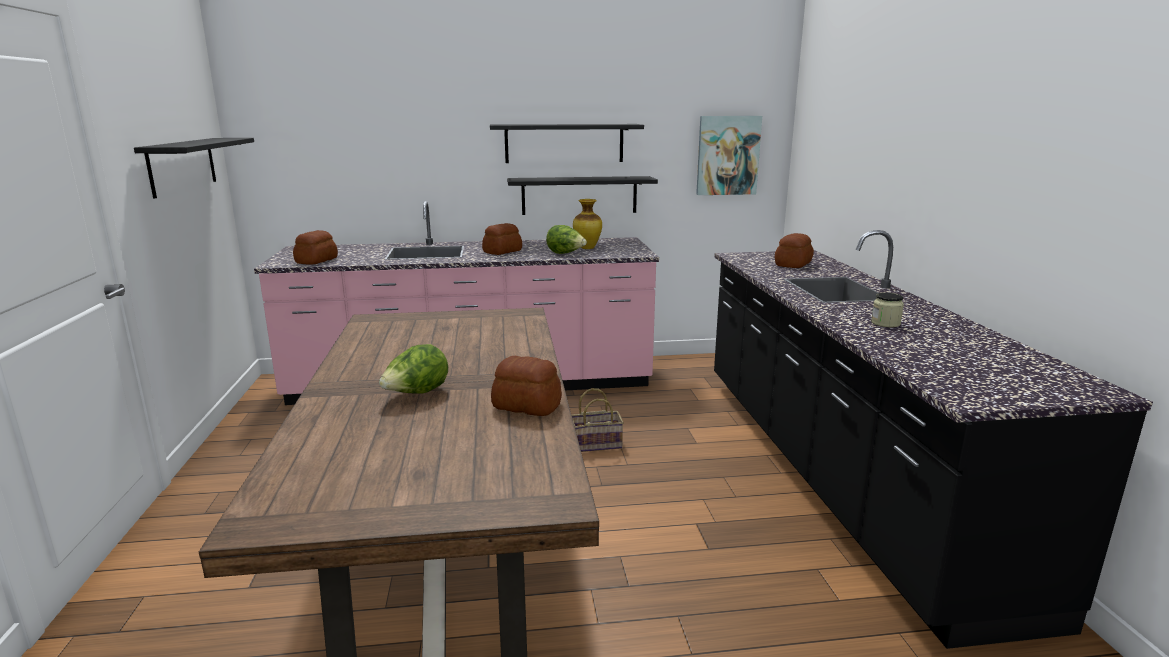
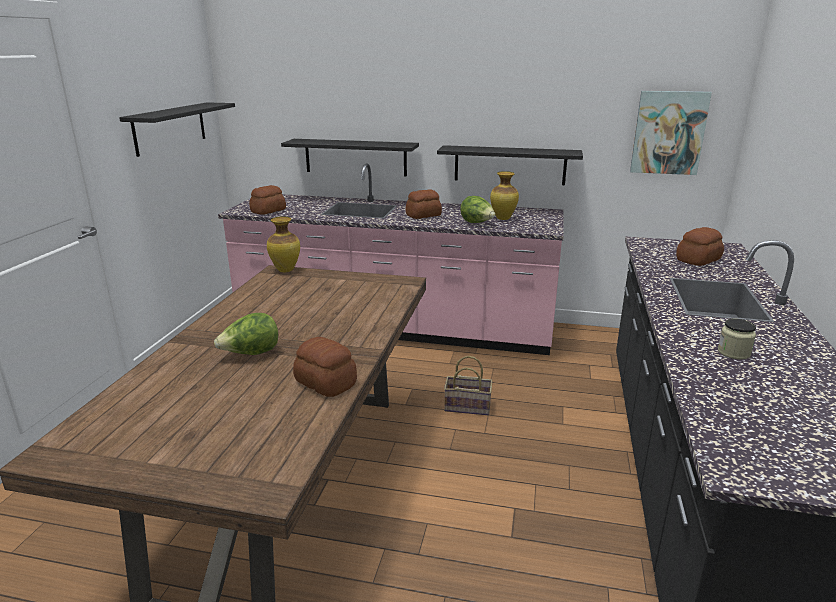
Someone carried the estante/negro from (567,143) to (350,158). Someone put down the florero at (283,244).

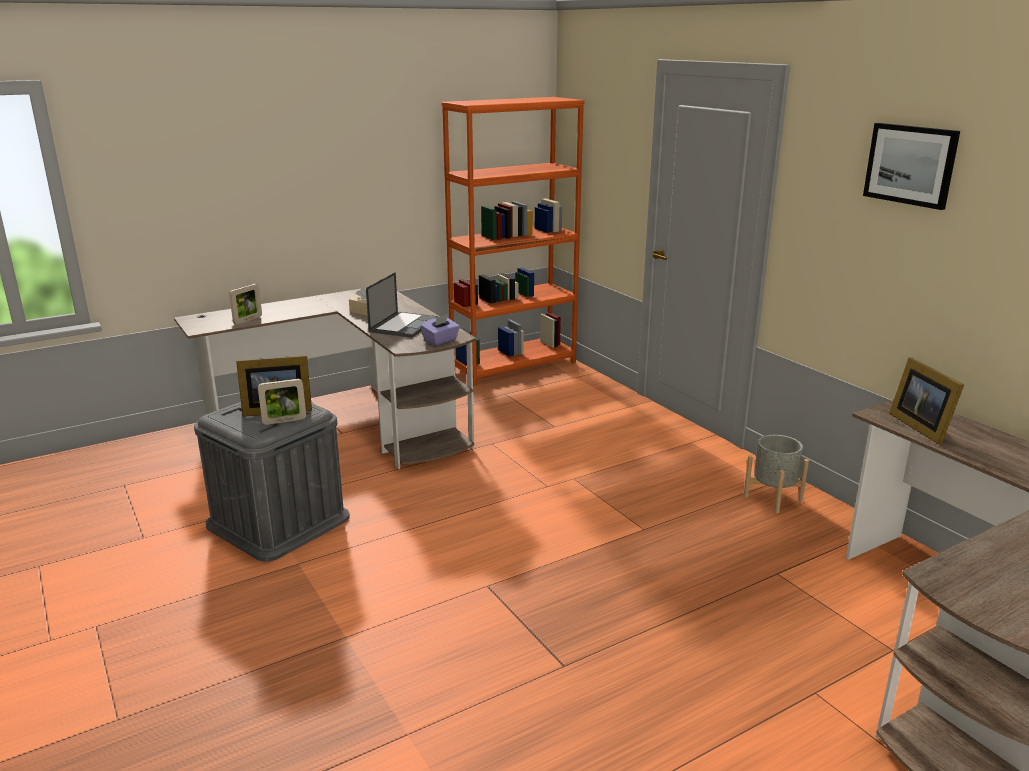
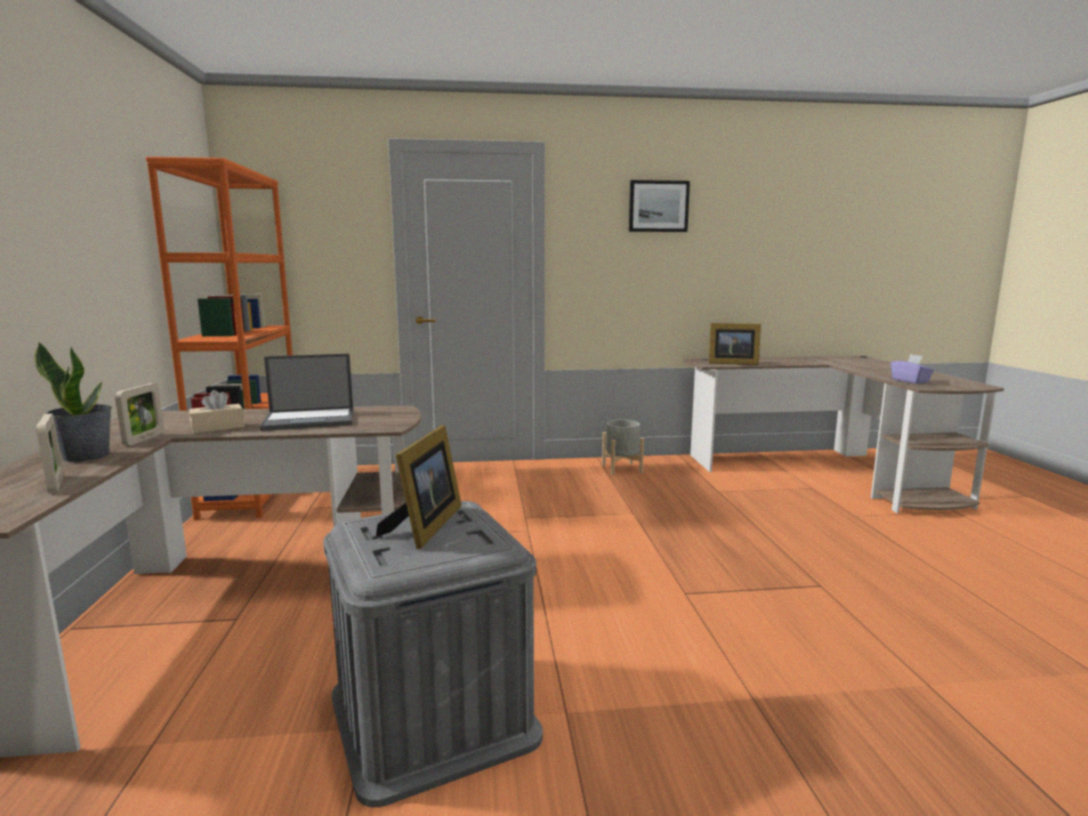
Someone carried the portarretratos from (282,402) to (139,414). Someone rotated the portátil at (402,305) by 120 degrees clockwise. Someone carried the caja de pañuelos/morado from (440,329) to (912,369). Someone put down the planta en maceta at (73,401).

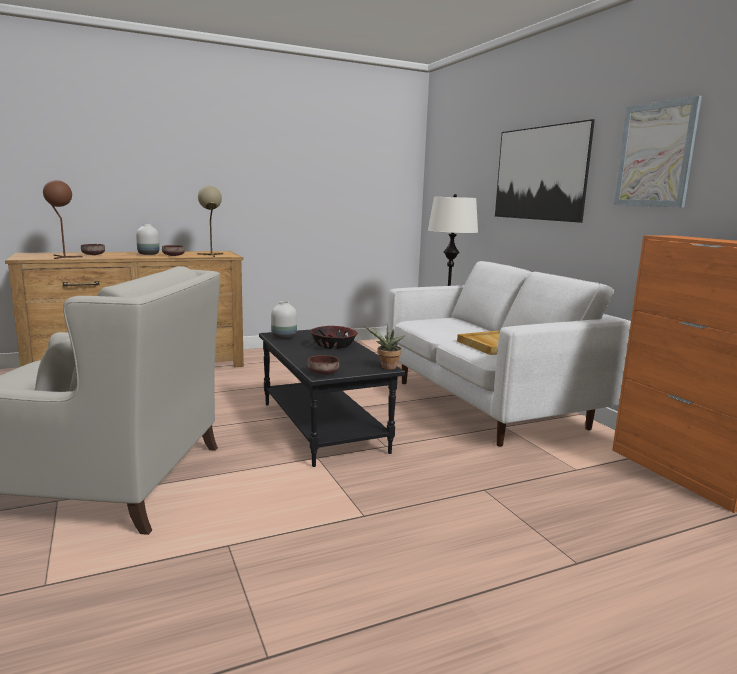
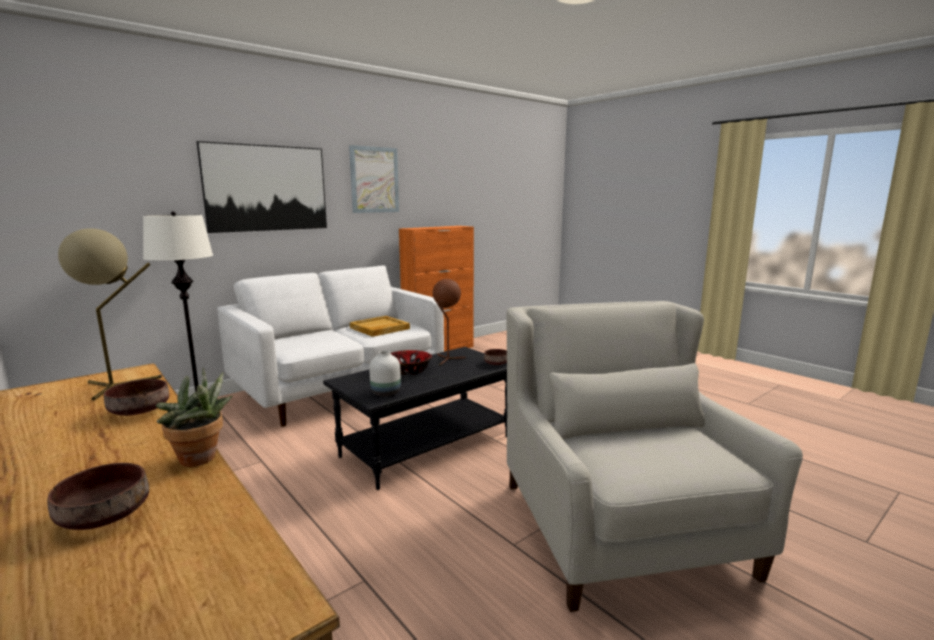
Someone carried the lámpara de mesa/marrón from (63,219) to (449,322). Someone took away the florero/blanco at (147,239). Someone carried the planta en maceta from (385,347) to (194,417).

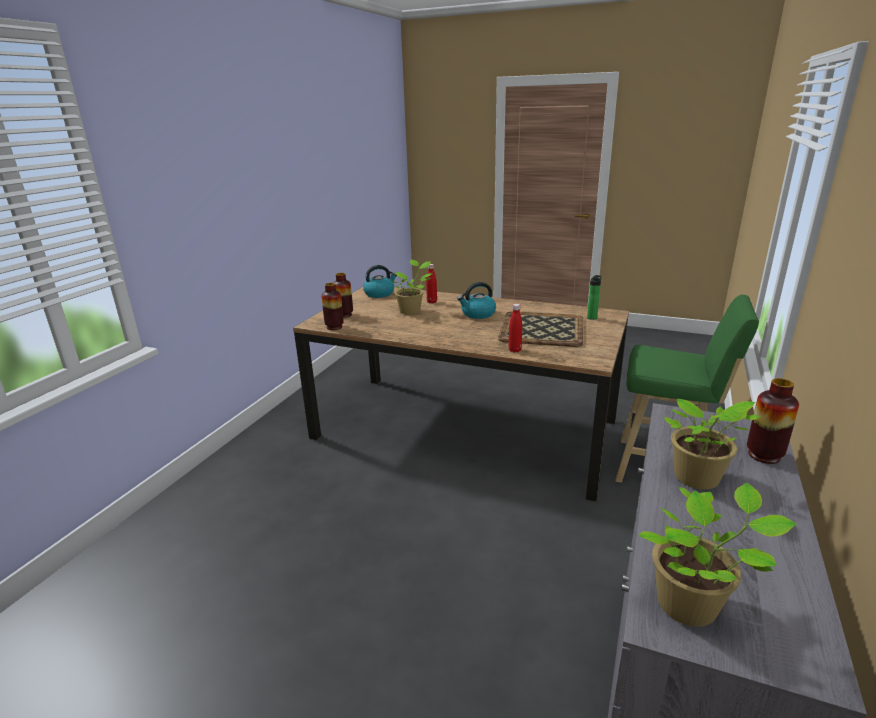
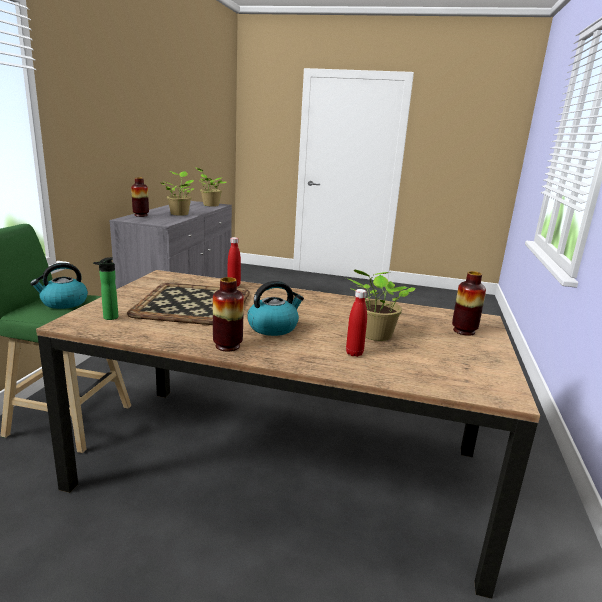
Someone carried the florero from (332,306) to (228,314). Someone carried the hervidor from (380,281) to (59,286).

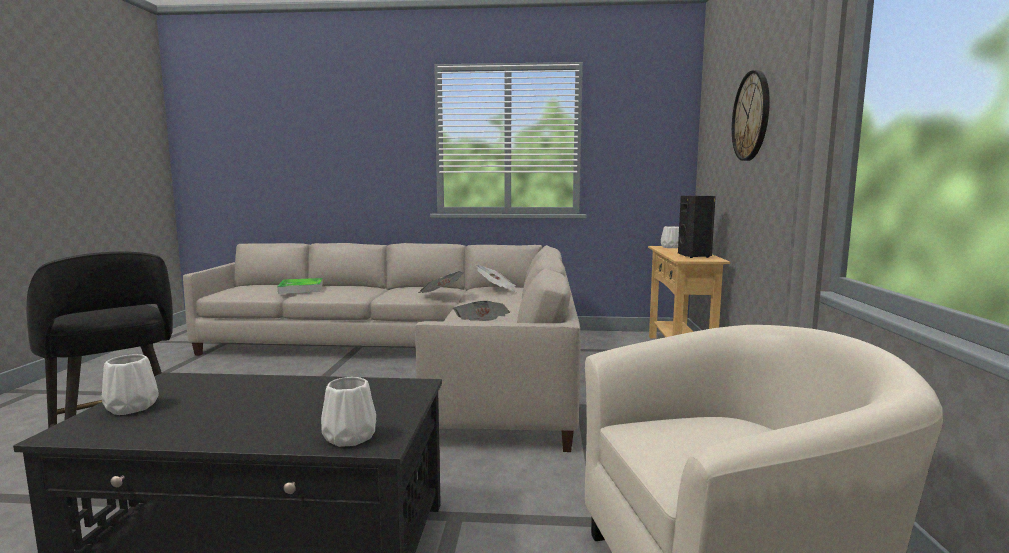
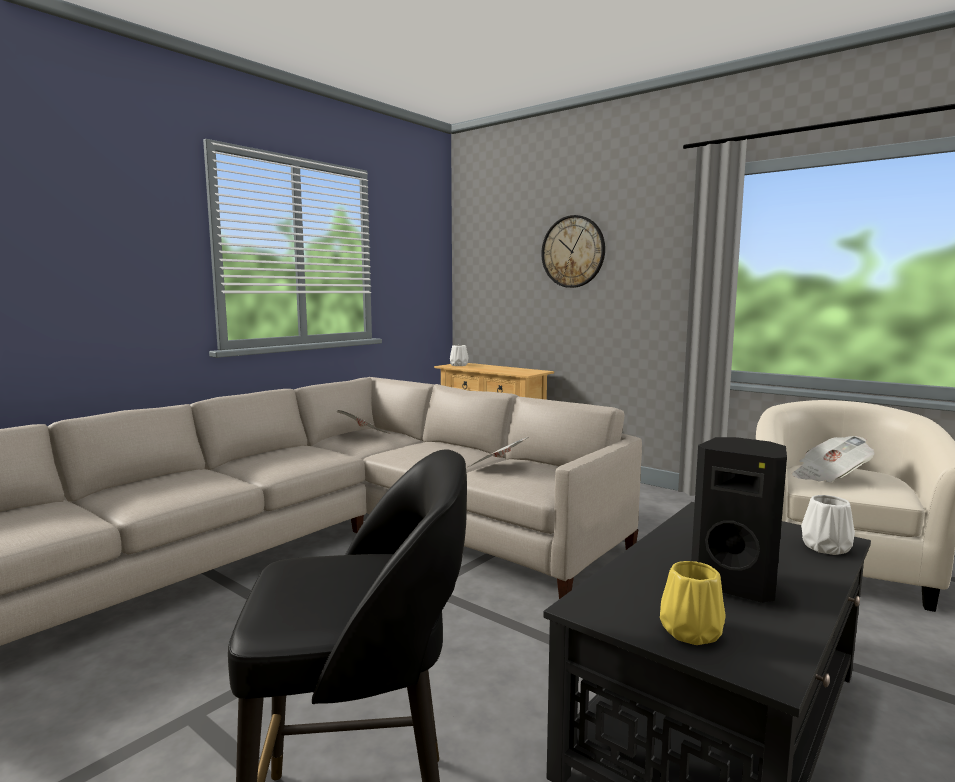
Someone repainted the florero/blanco at (130,384), which became the florero/amarillo at (693,603). Someone took away the bandeja at (300,286). Someone carried the periódico from (441,282) to (833,459). Someone carried the altavoz/negro from (697,227) to (739,520).

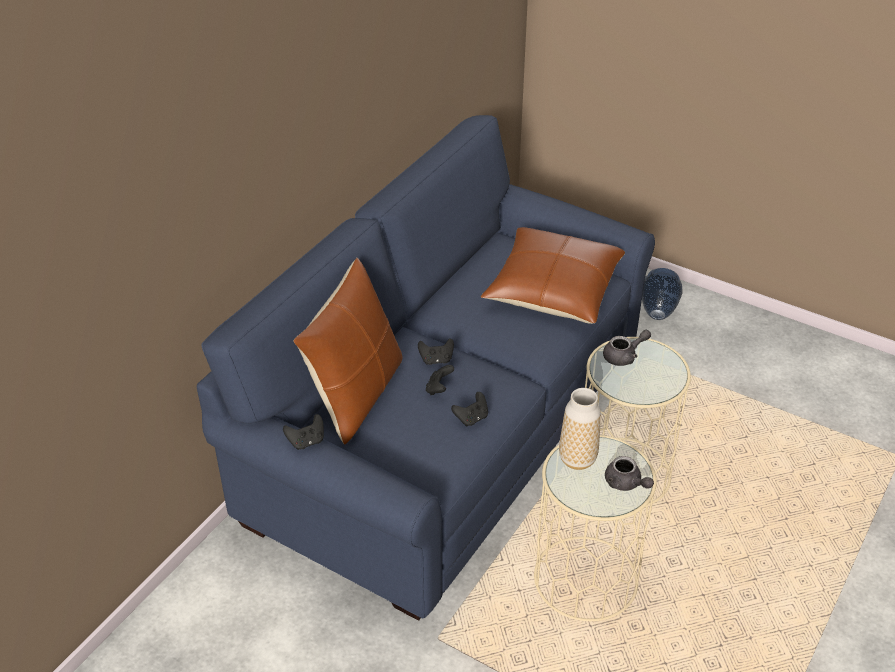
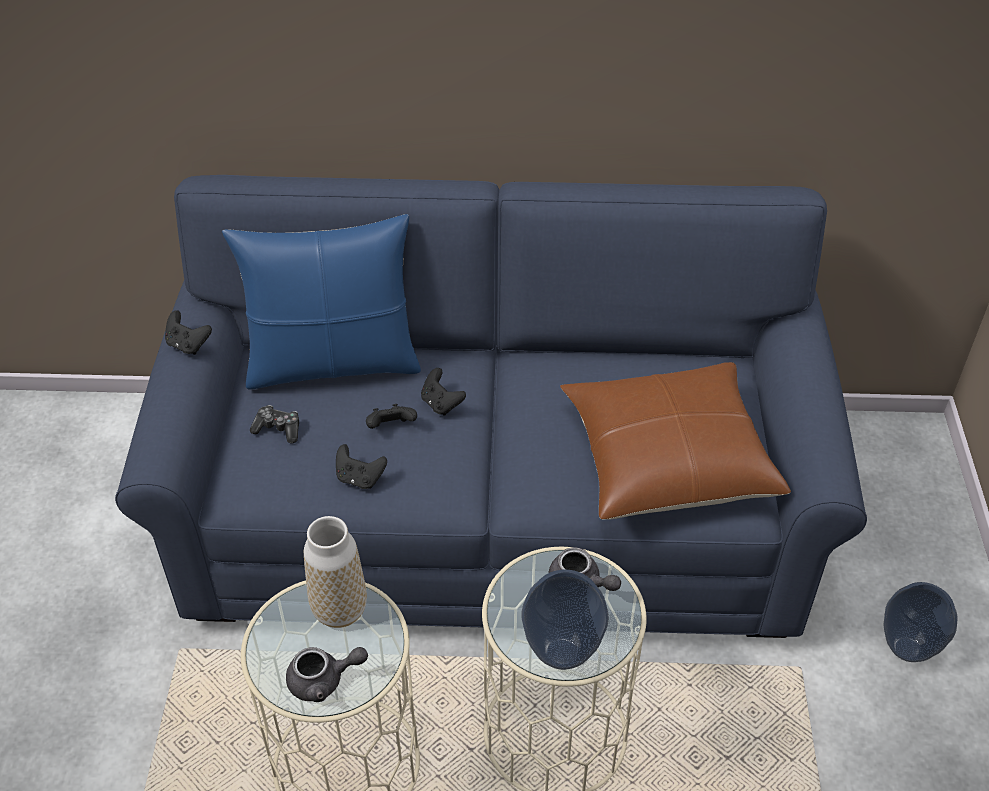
Someone repainted the cojín/marrón at (348,351), which became the cojín/azul at (321,301). Someone rotated the tetera/gris at (629,473) by 120 degrees counterclockwise. Someone put down the mando de consola at (274,424). Someone put down the florero at (565,620).

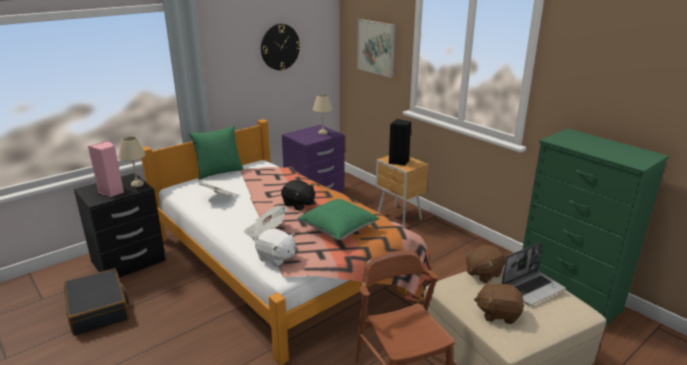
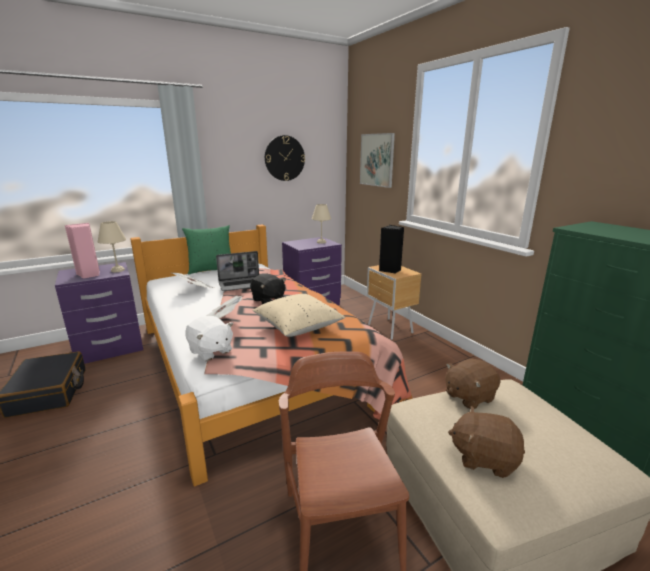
Someone repainted the mesita de noche/negro at (119,225), which became the mesita de noche/morado at (99,313). Someone repainted the cojín/verde at (338,219), which became the cojín/beis at (298,315). Someone carried the portátil from (533,274) to (237,271).

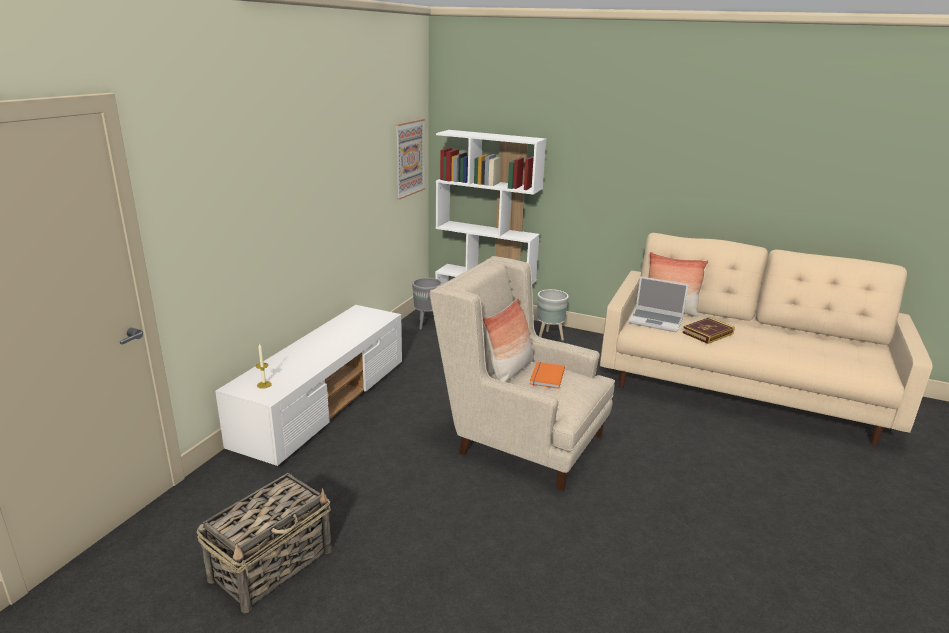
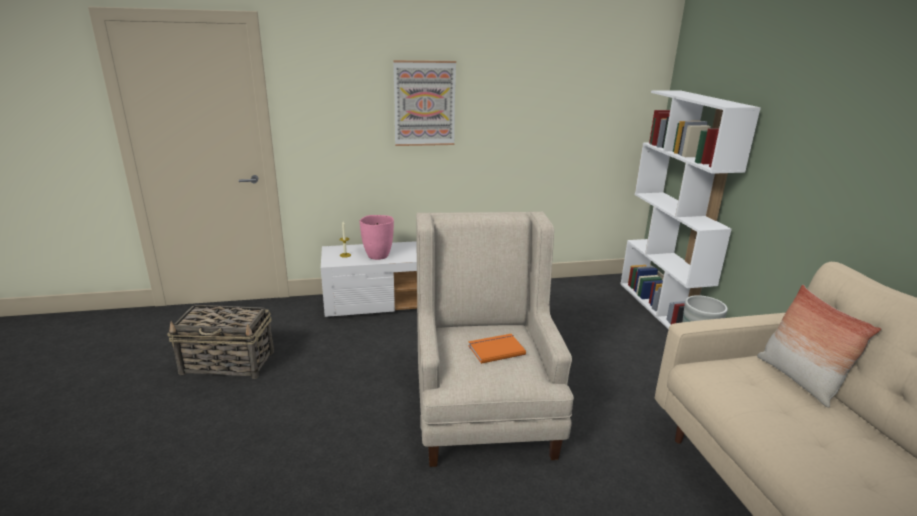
Someone carried the cuadro from (410,159) to (424,103). Someone took away the maceta/gris at (427,303). Someone took away the cojín at (508,340). Someone took away the portátil at (658,304). Someone took away the libro at (709,330). Someone put down the florero/rosa at (377,237).

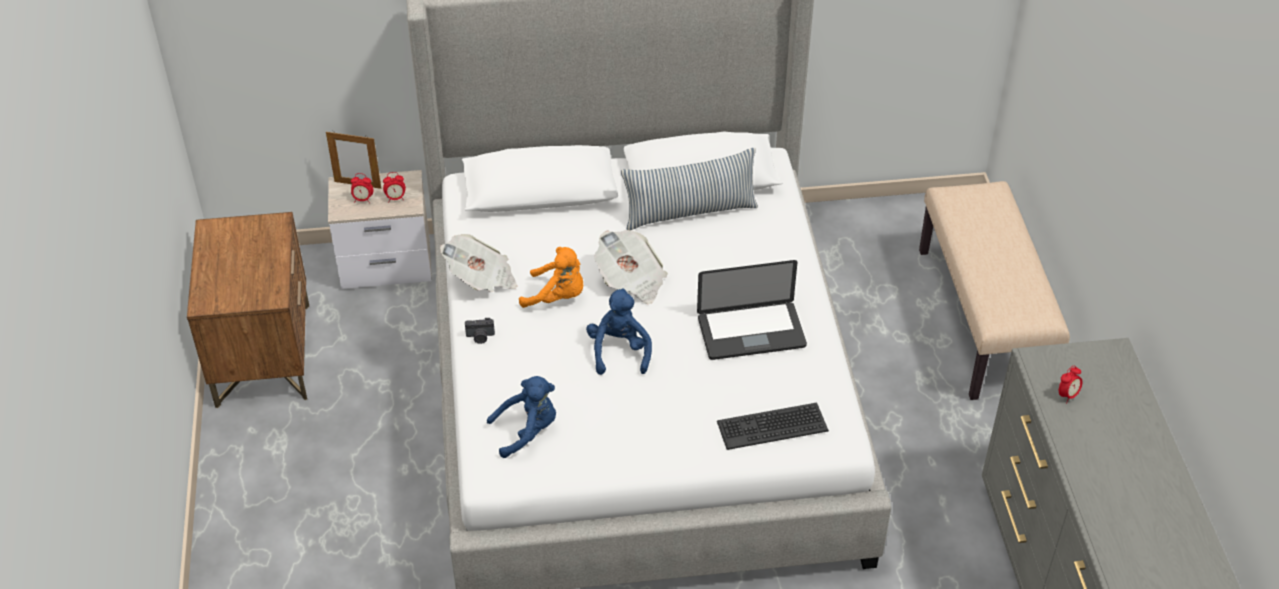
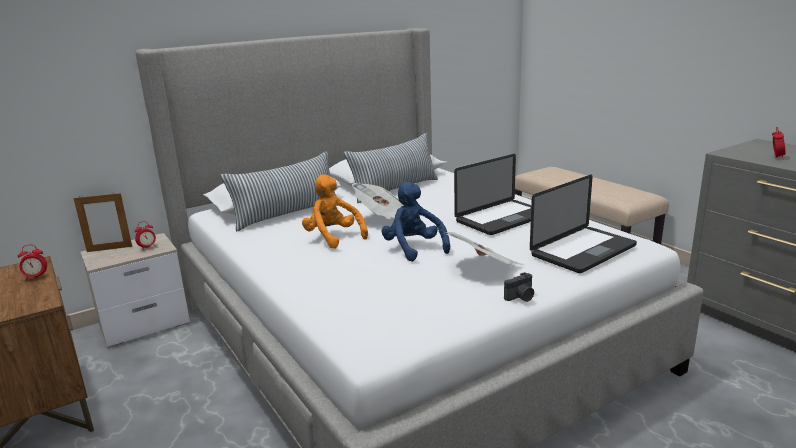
Someone carried the despertador from (362,188) to (32,263). Someone carried the periódico from (478,263) to (484,249). Someone carried the cámara from (480,331) to (519,287). Someone took away the peluche/azul at (521,417). Someone rotated the peluche/naranja at (551,277) by 120 degrees counterclockwise. Someone swapped the teclado at (773,426) for the portátil at (583,224). Someone put down the cojín at (279,191).

